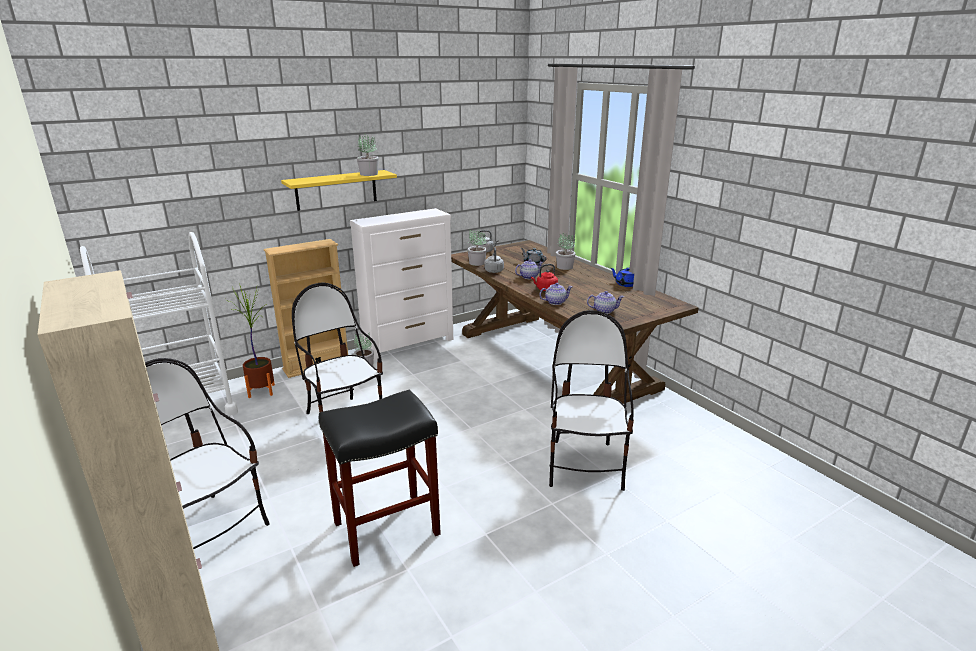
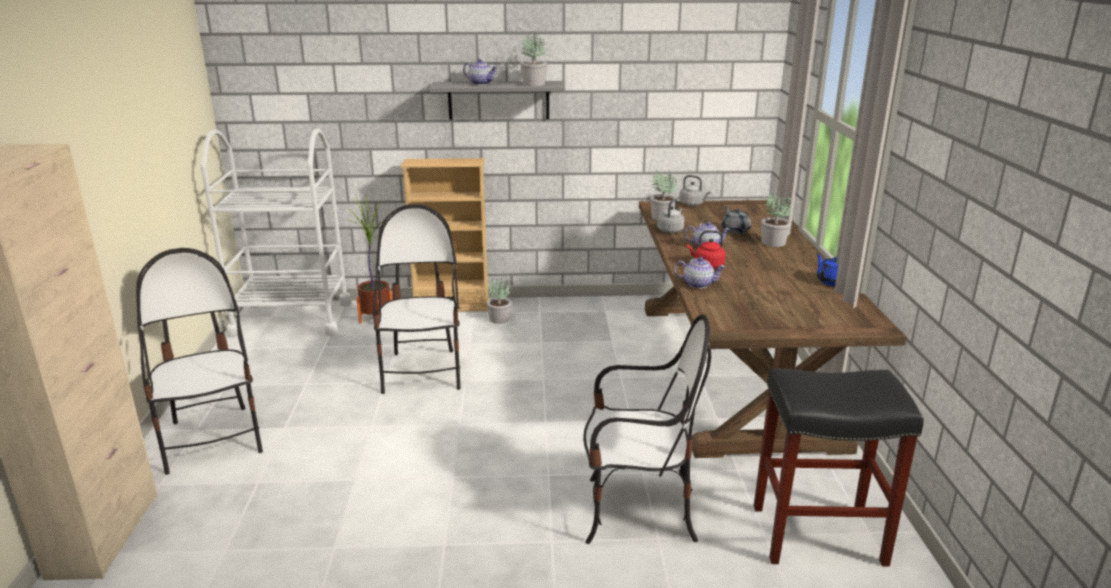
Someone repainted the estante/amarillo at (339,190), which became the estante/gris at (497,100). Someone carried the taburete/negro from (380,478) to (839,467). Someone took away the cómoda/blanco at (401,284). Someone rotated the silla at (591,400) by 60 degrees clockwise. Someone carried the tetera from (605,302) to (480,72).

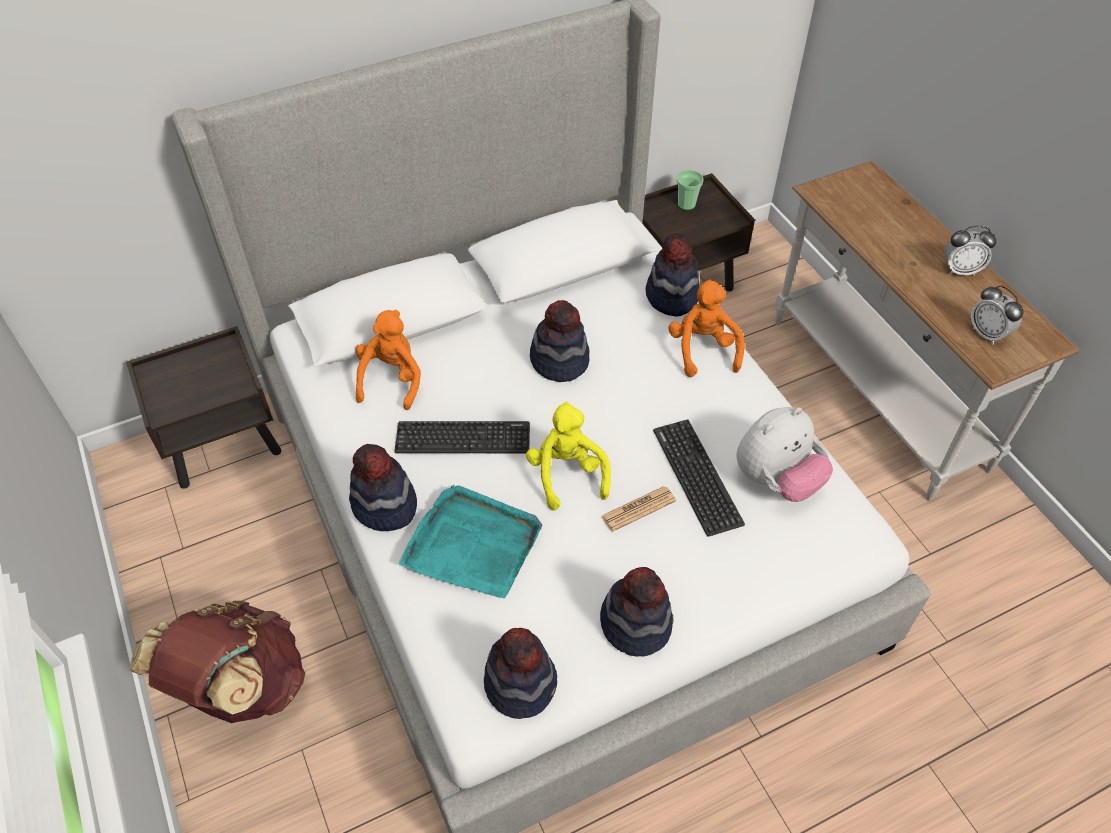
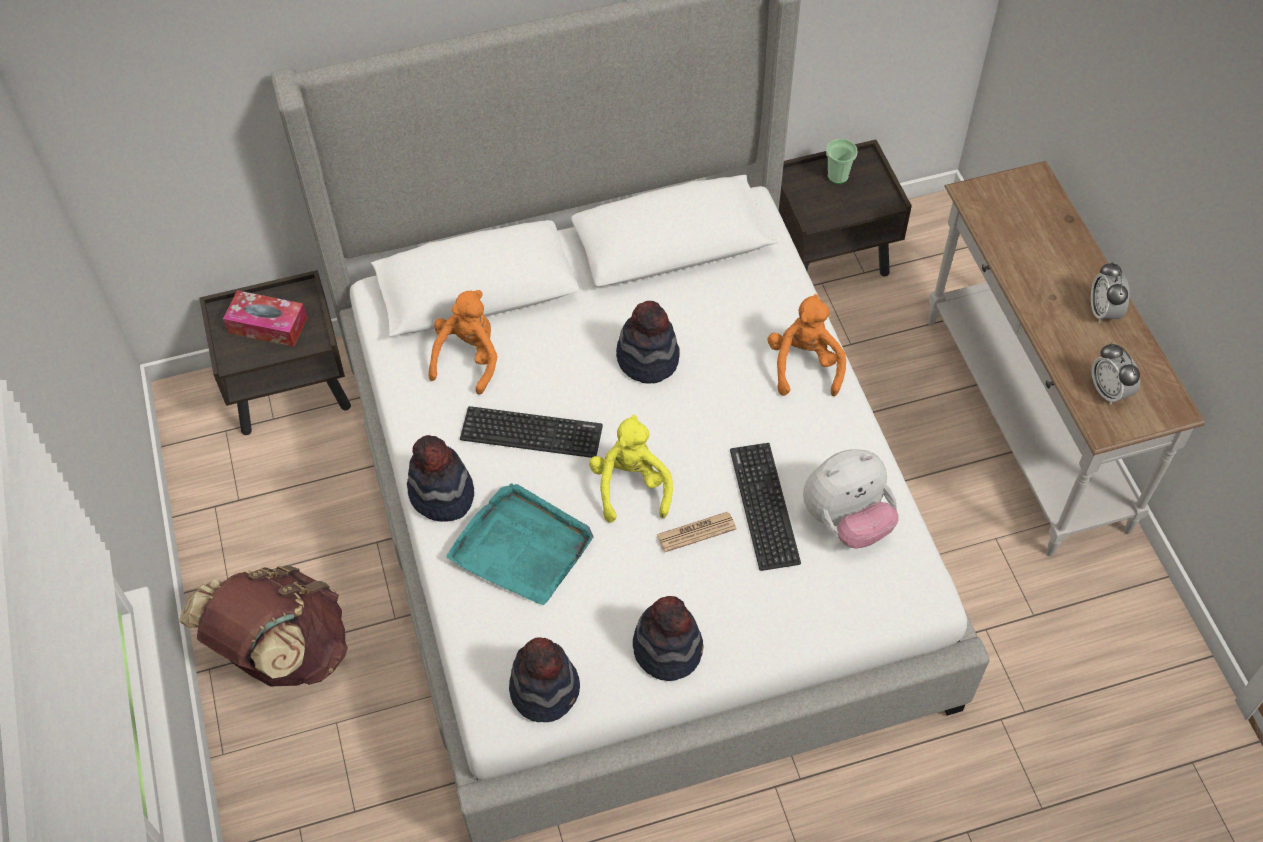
Someone took away the sombrero at (673,275). Someone rotated the despertador at (970,251) by 75 degrees clockwise. Someone put down the caja de pañuelos at (265,318).

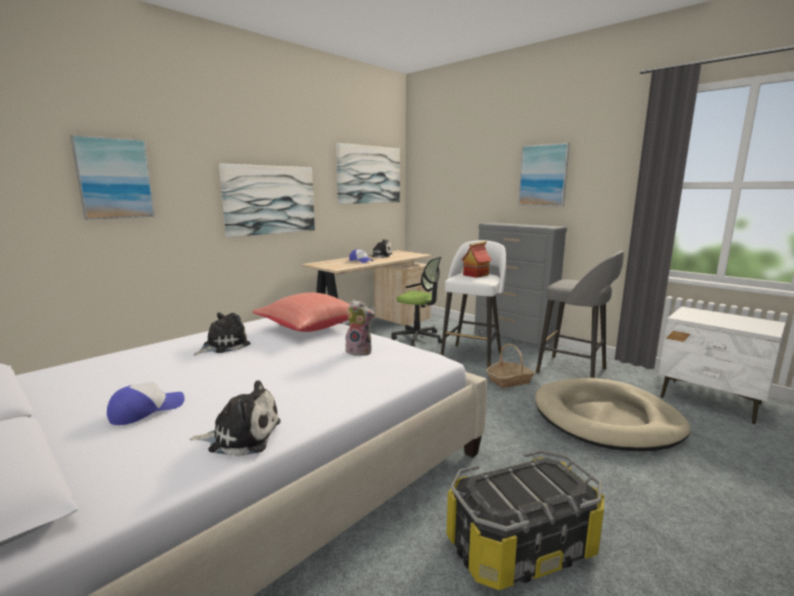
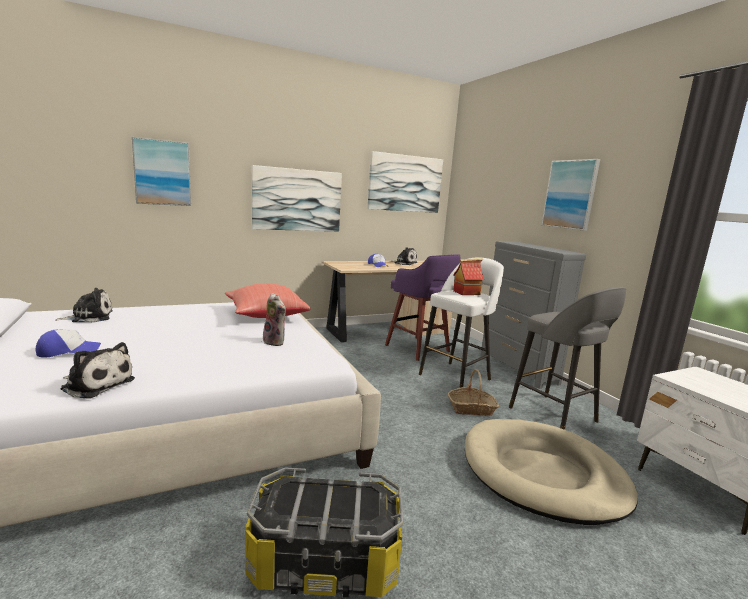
Someone carried the peluche from (222,334) to (84,305). Someone swapped the silla de oficina at (416,302) for the taburete/morado at (422,307).

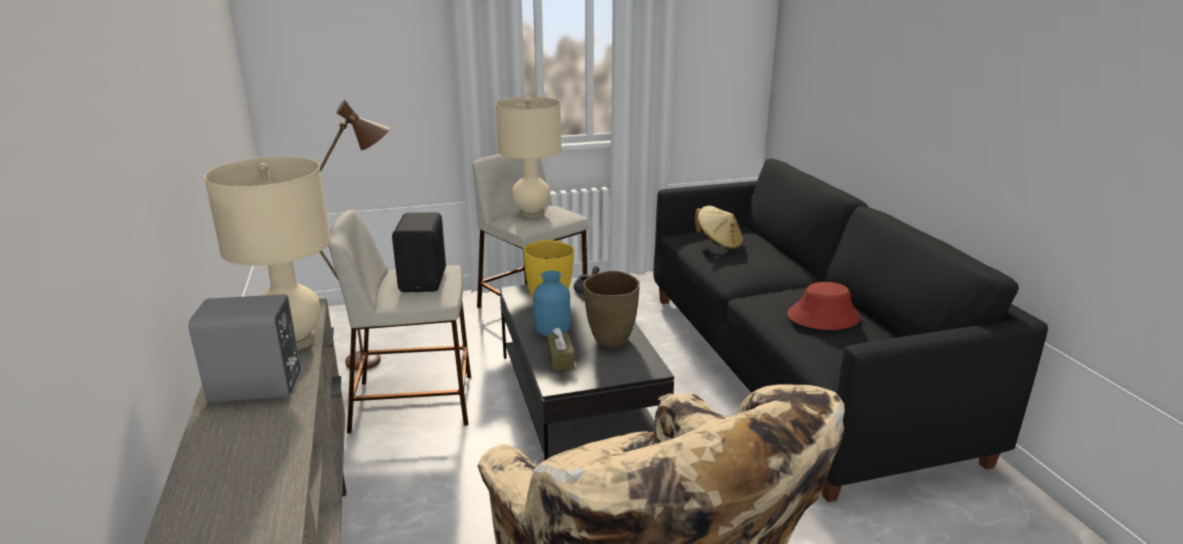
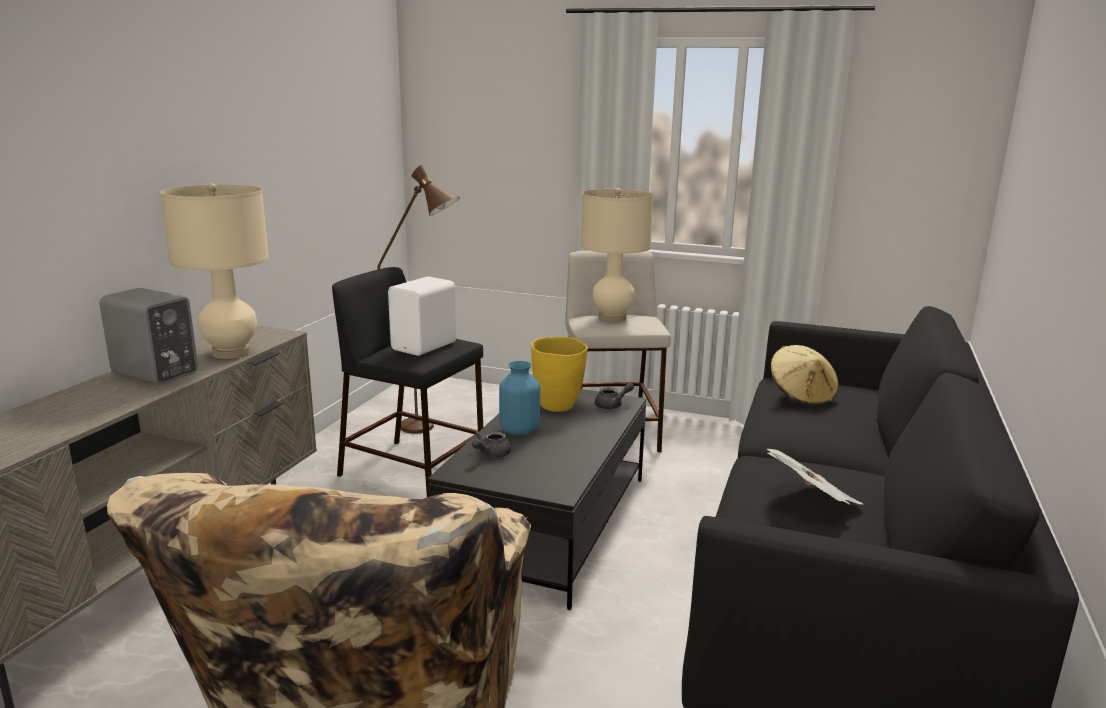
Someone repainted the taburete/beis at (399,321), which became the taburete/negro at (407,382). Someone repainted the altavoz/negro at (419,252), which became the altavoz/blanco at (422,316). Someone swapped the caja de pañuelos/marrón at (561,349) for the tetera/gris at (491,444). Someone took away the florero/marrón at (611,309). Someone swapped the sombrero/rojo at (824,306) for the periódico at (814,476).

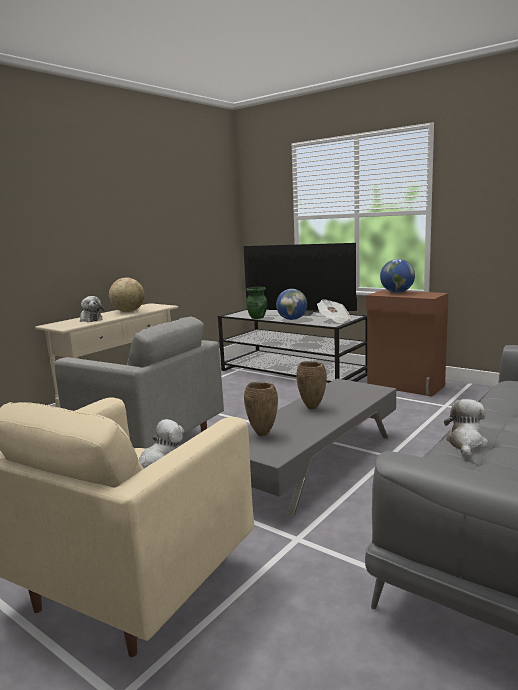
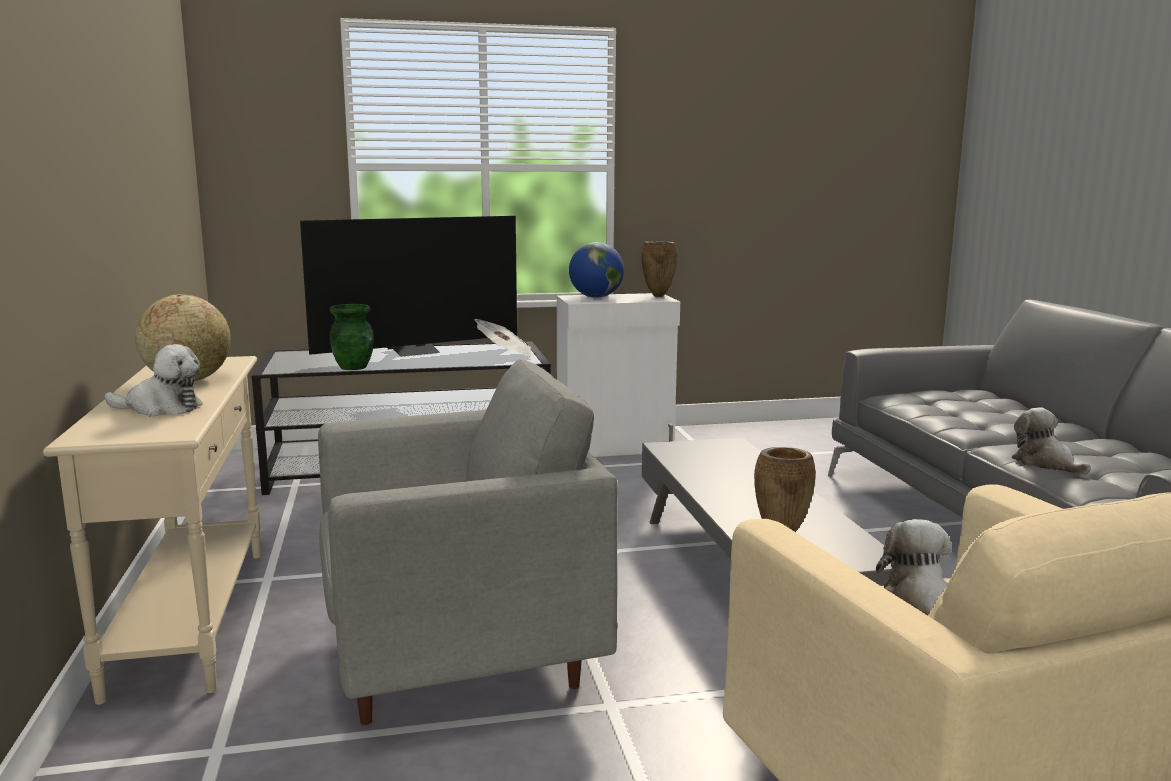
Someone took away the globo terráqueo at (291,304). Someone carried the florero/marrón from (311,385) to (659,269). Someone repainted the armario/marrón at (407,343), which became the armario/blanco at (618,375).

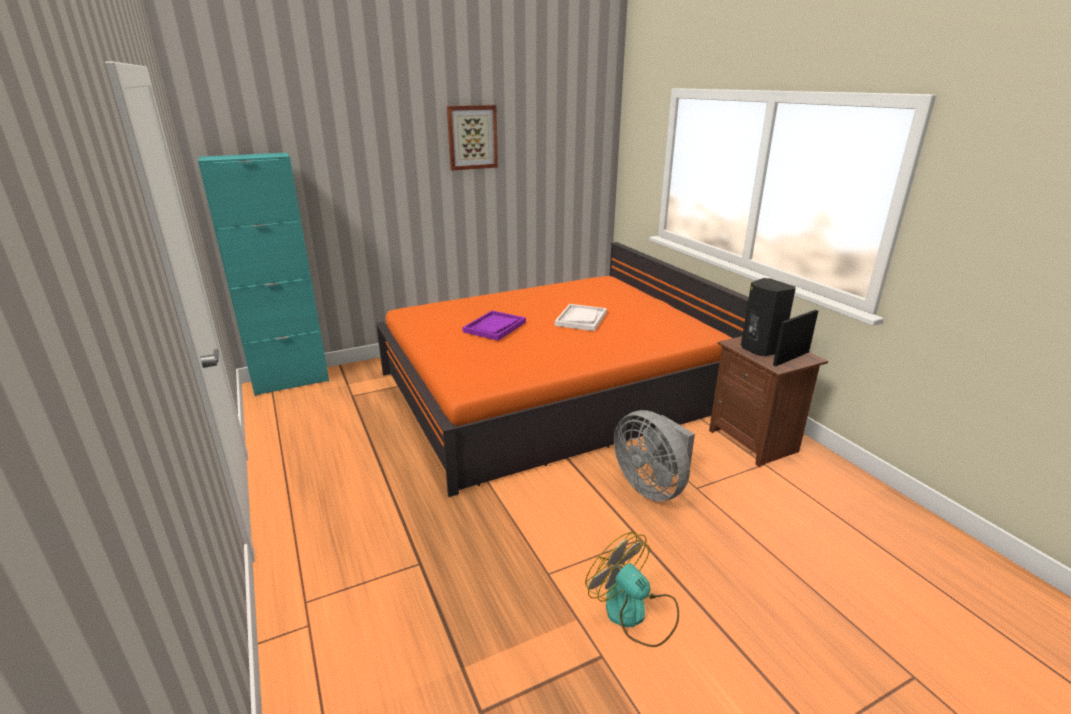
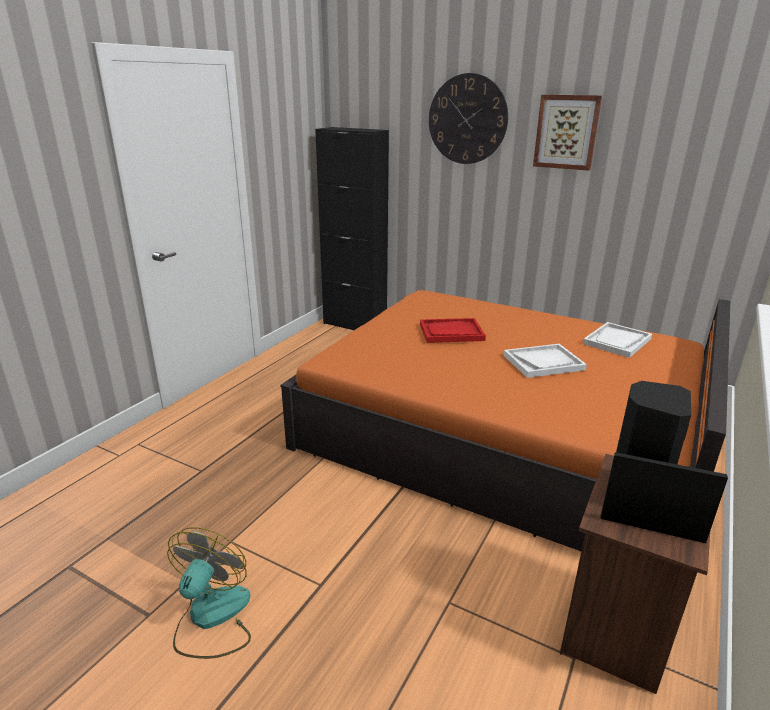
Someone repainted the armario/turquesa at (263,274), which became the armario/negro at (352,228). Someone repainted the bandeja/morado at (494,326), which became the bandeja/rojo at (453,330). Someone took away the ventilador/gris at (654,455). Someone put up the reloj de pared at (468,118). Someone put down the bandeja/blanco at (617,340).

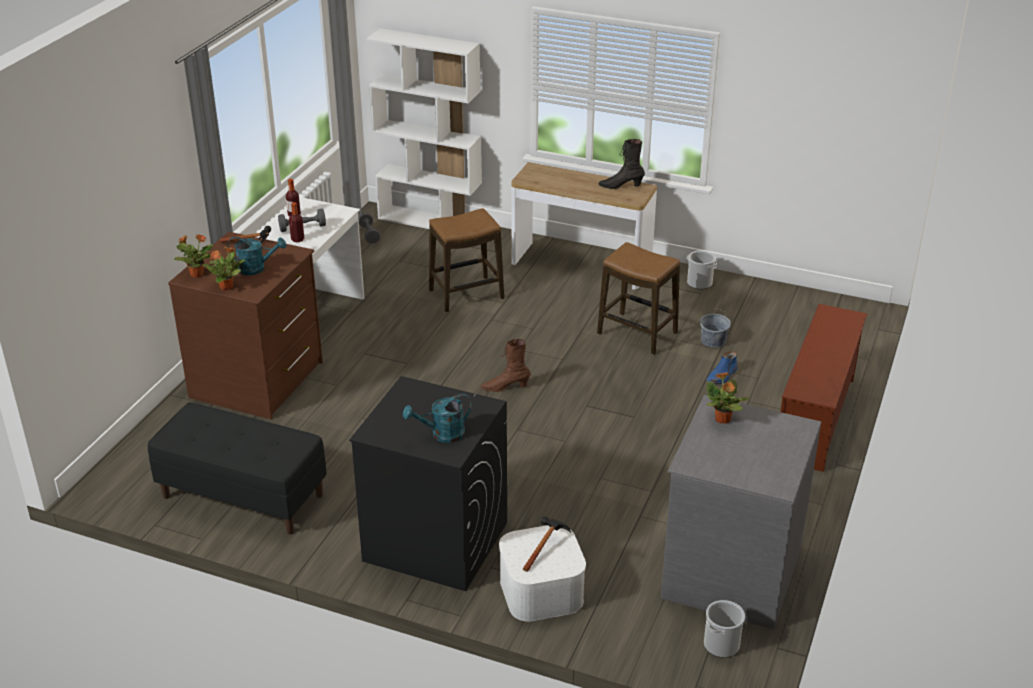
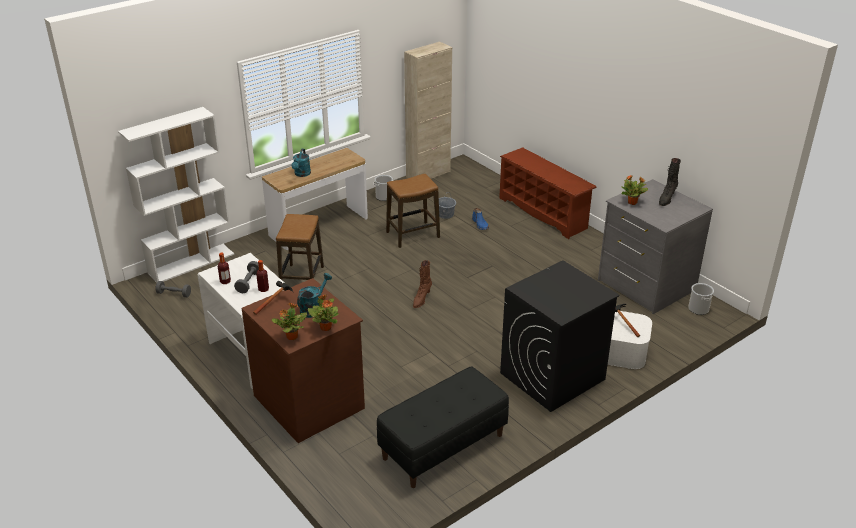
Someone carried the regadera/turquesa from (437,418) to (301,163). Someone carried the bota/negro from (622,164) to (670,182). Someone put down the armario/beis at (428,110).

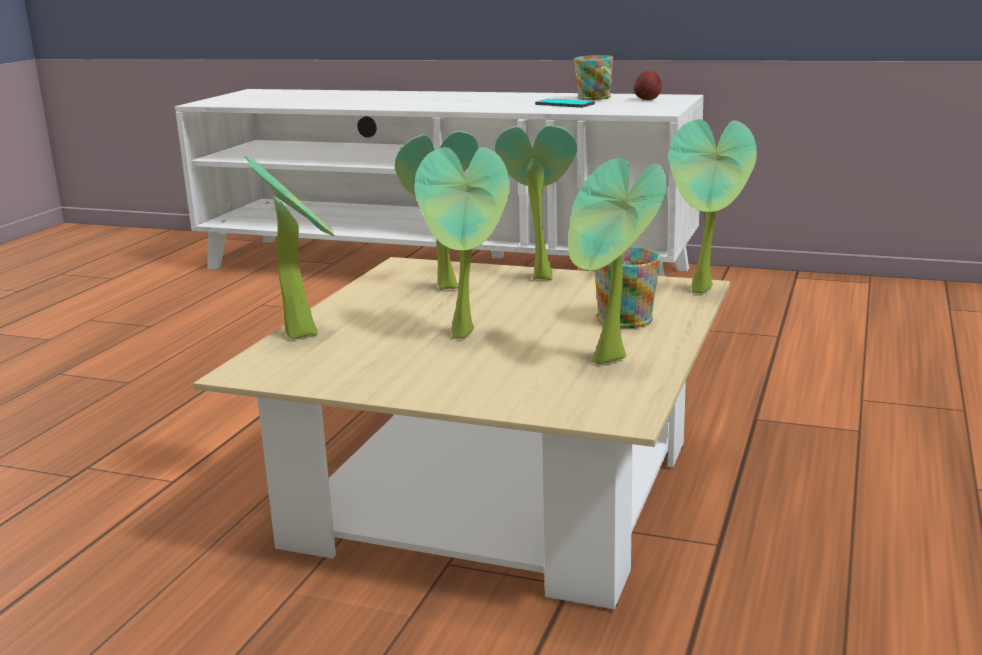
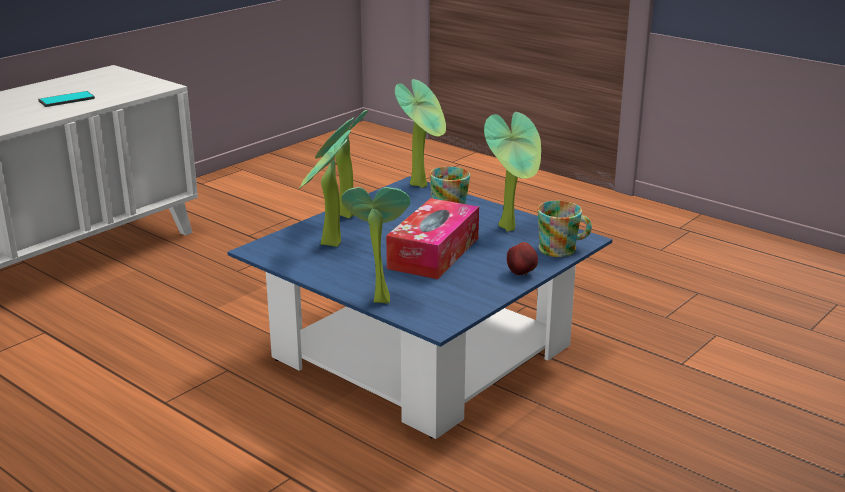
Someone repainted the mesa de centro/beis at (461,433), which became the mesa de centro/azul at (420,307). Someone swapped the planta en maceta at (462,243) for the caja de pañuelos at (432,238). Someone carried the taza grande from (593,77) to (564,228). Someone carried the manzana from (648,85) to (522,259).

